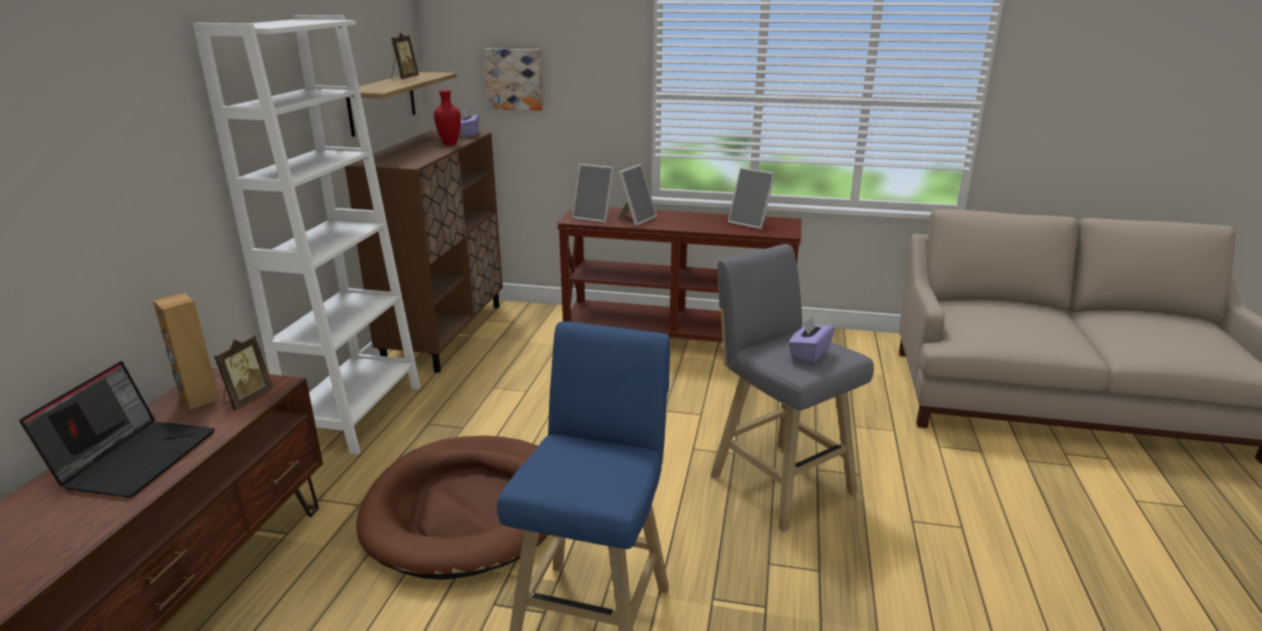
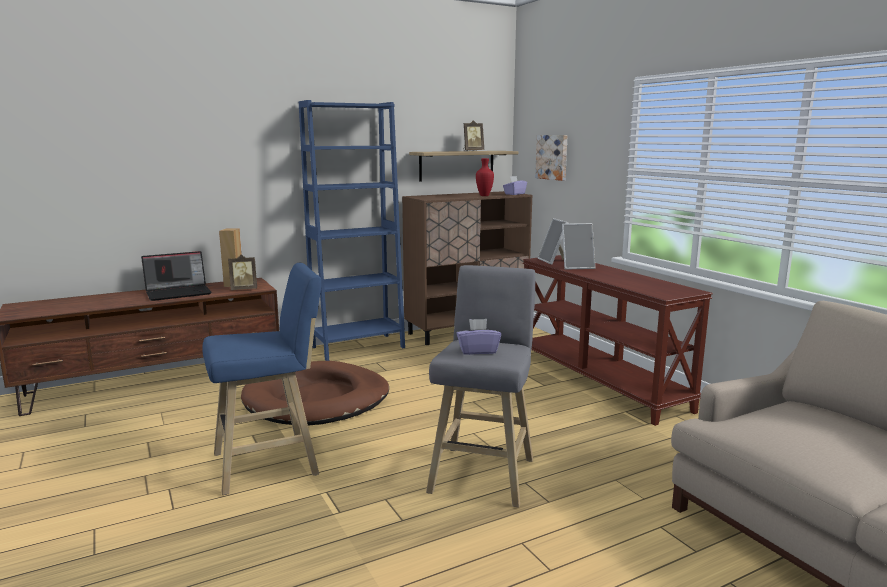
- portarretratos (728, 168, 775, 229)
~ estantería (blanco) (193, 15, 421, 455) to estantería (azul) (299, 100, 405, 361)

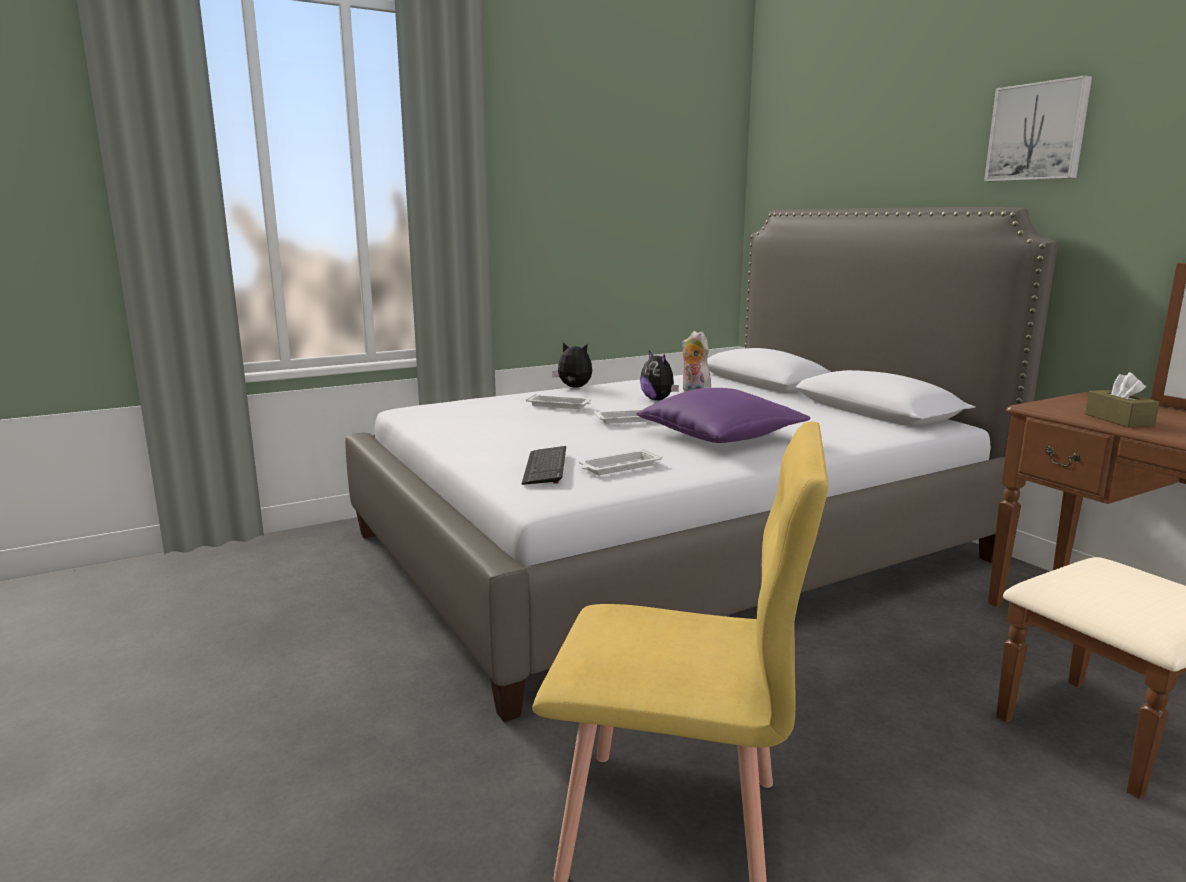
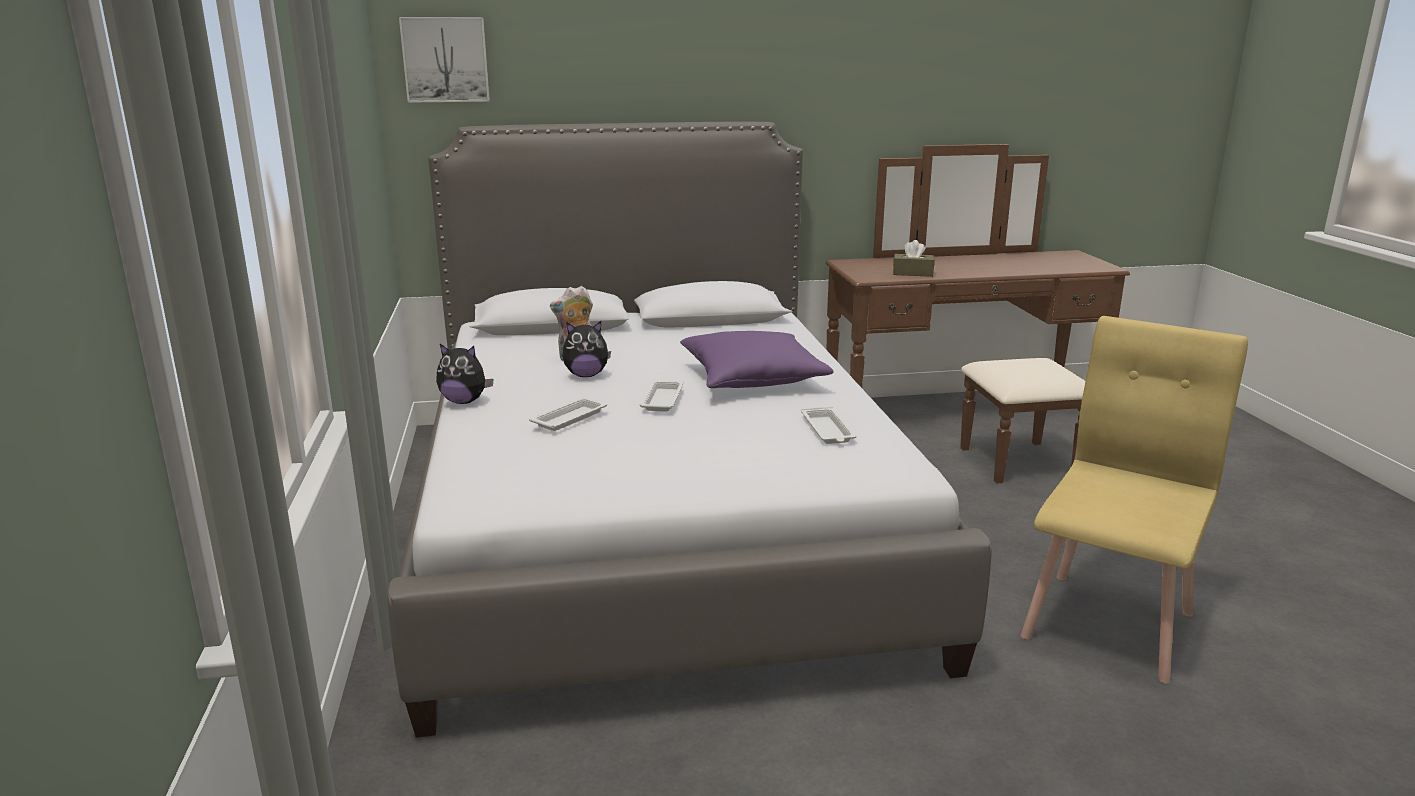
- teclado (521, 446, 566, 485)
~ cuadro (984, 75, 1092, 182) to (399, 17, 490, 103)
~ peluche (552, 342, 592, 387) = (436, 344, 494, 404) 120 degrees counterclockwise

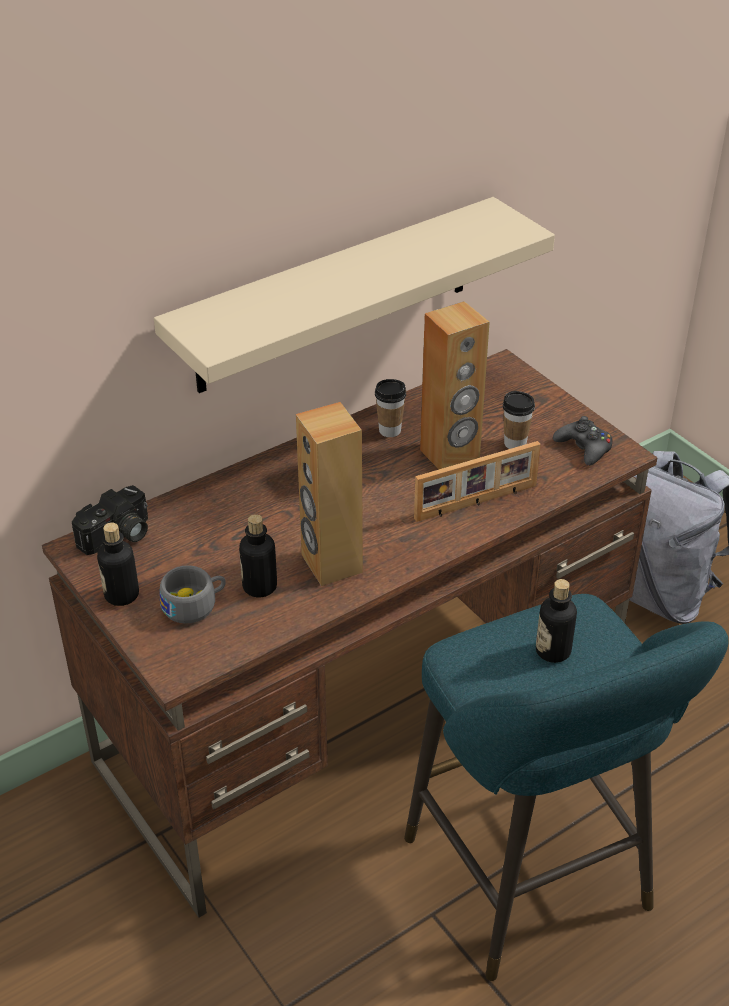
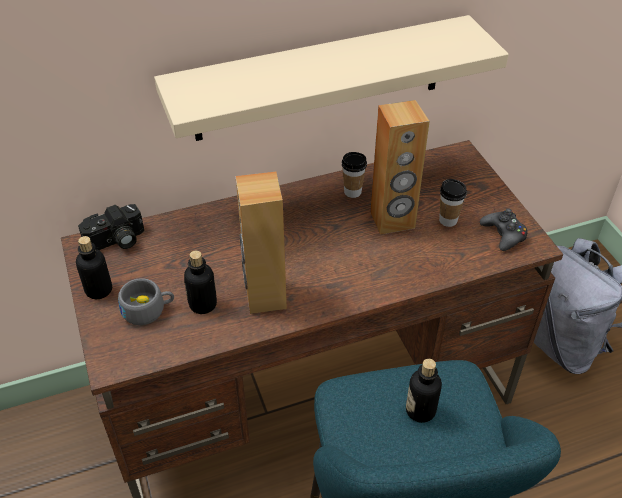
- portarretratos (414, 441, 541, 522)

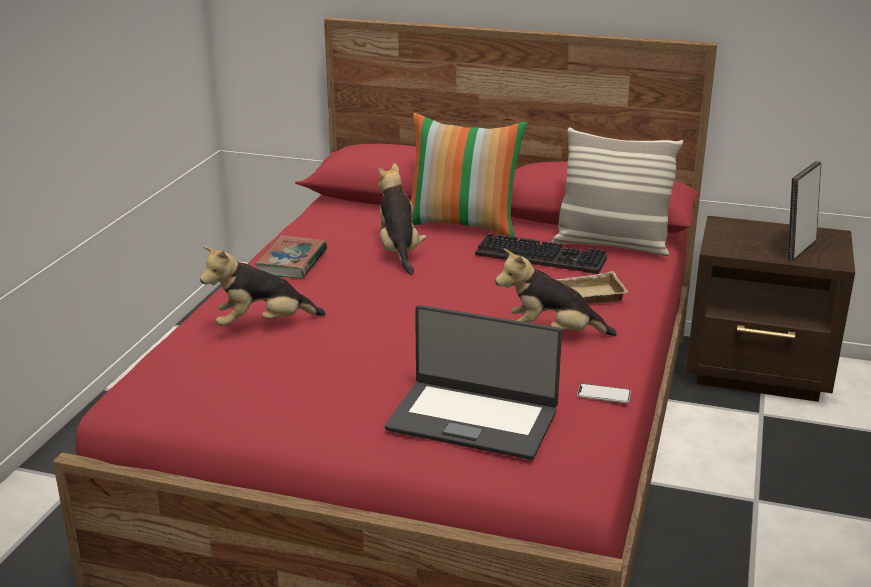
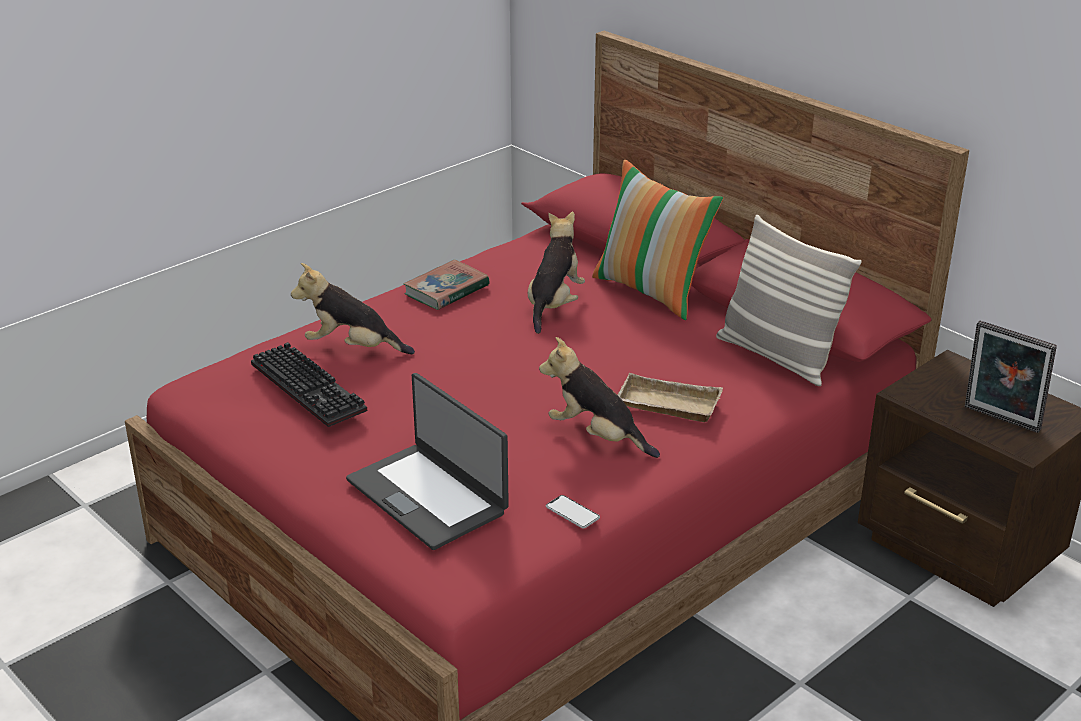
~ teclado (475, 233, 607, 274) to (251, 342, 367, 427)
~ portarretratos (788, 161, 821, 261) = (965, 321, 1057, 433) 120 degrees counterclockwise

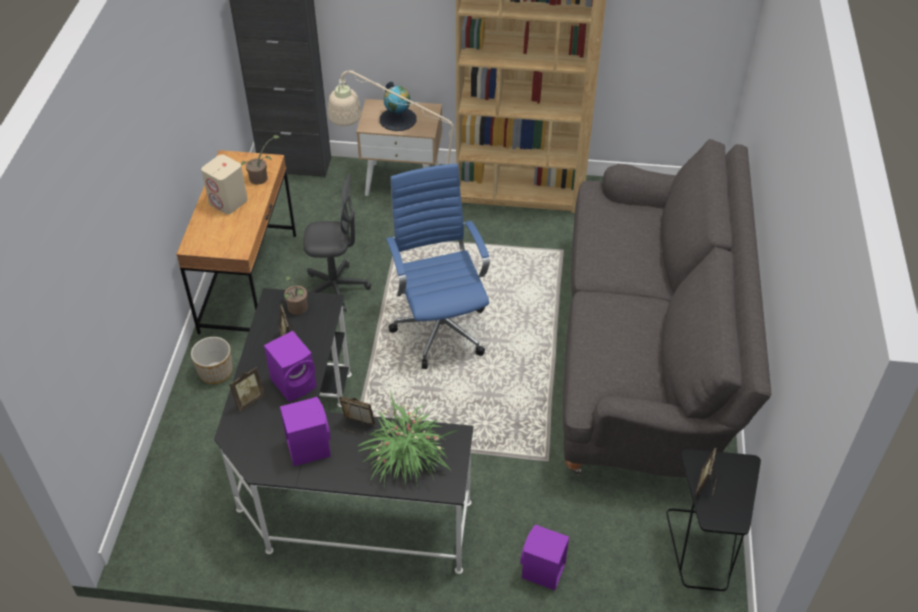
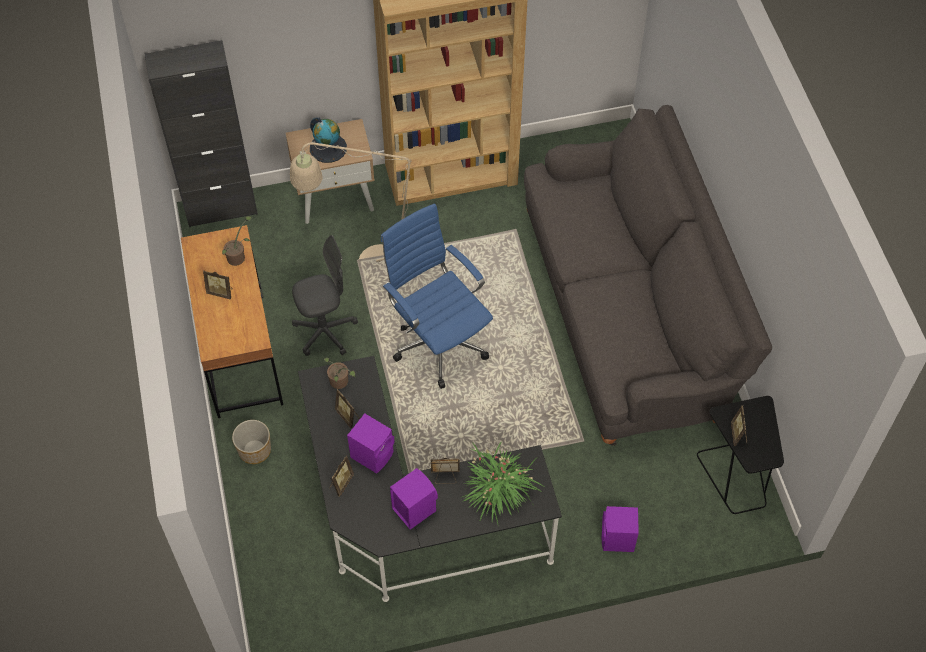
~ altavoz (beis) (201, 154, 248, 214) to portarretratos (203, 271, 232, 300)

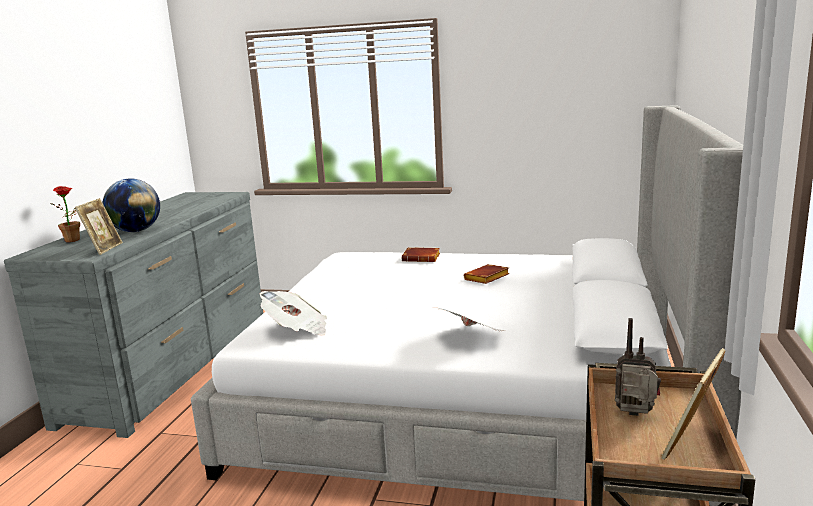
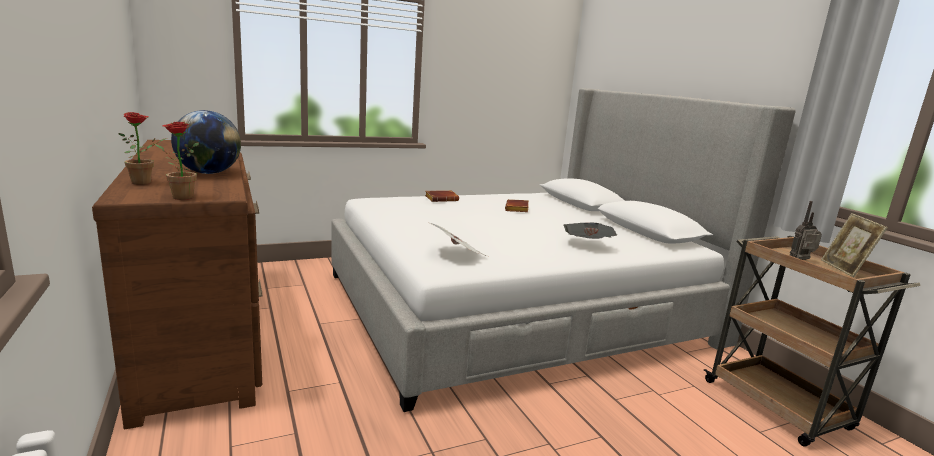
- portarretratos (75, 198, 123, 255)
+ planta en maceta (155, 122, 199, 200)
~ cómoda (gris) (4, 192, 263, 438) to cómoda (marrón) (92, 140, 262, 429)

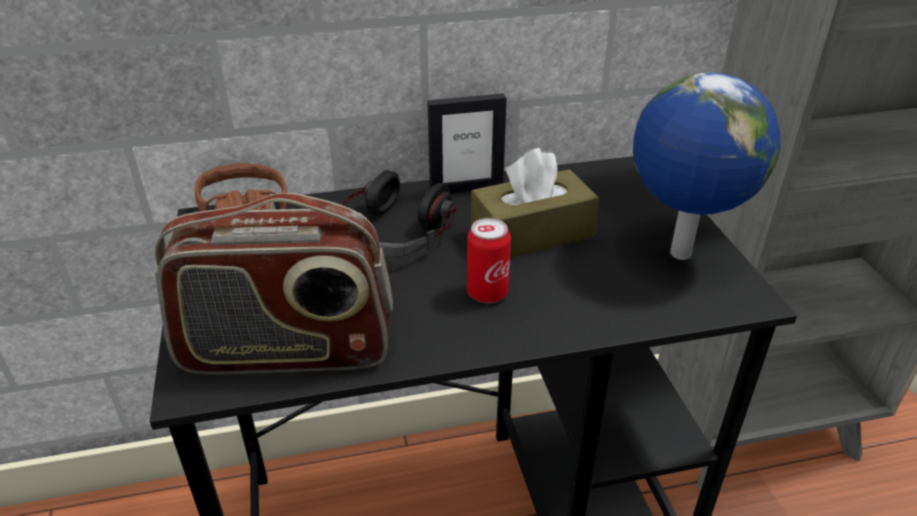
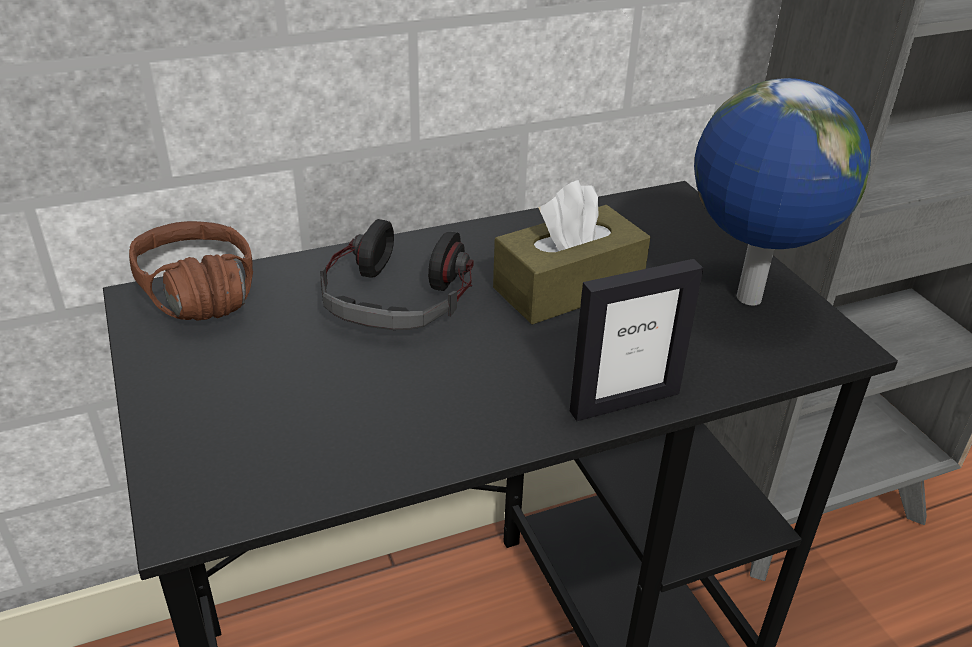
- radio (155, 193, 393, 375)
- lata (467, 218, 511, 303)
~ portarretratos (427, 93, 507, 194) to (570, 259, 703, 421)

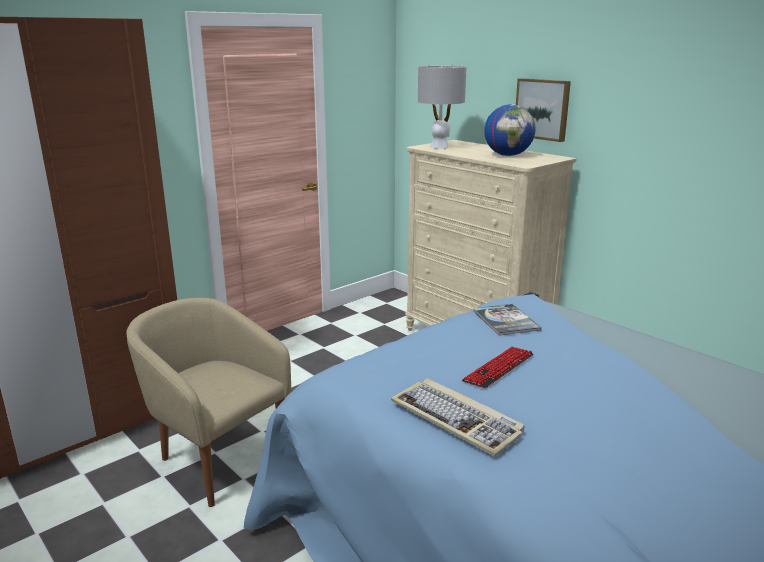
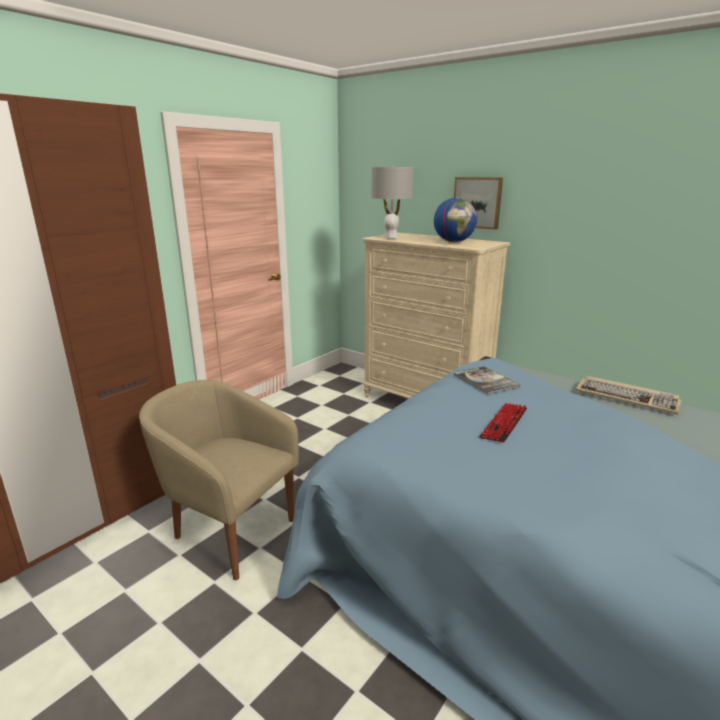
~ teclado (391, 378, 525, 456) to (576, 376, 681, 415)

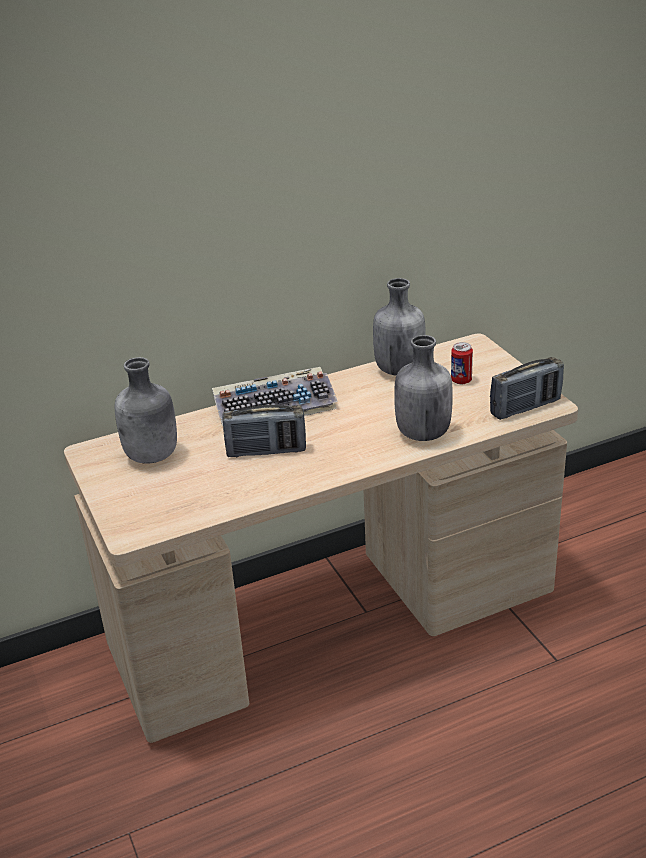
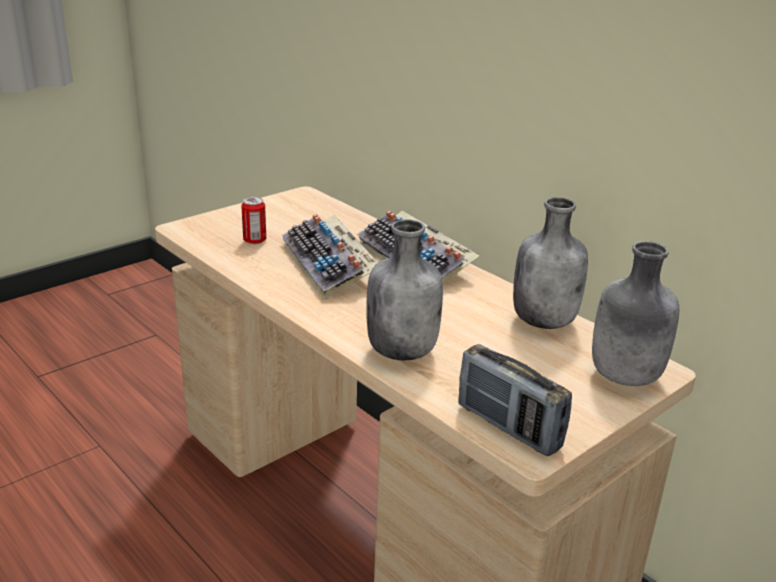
~ botella (gris) (115, 357, 177, 464) to (592, 241, 680, 386)
~ lata (451, 342, 473, 384) to (241, 197, 266, 244)
~ radio (222, 405, 306, 457) to teclado (282, 214, 378, 299)

